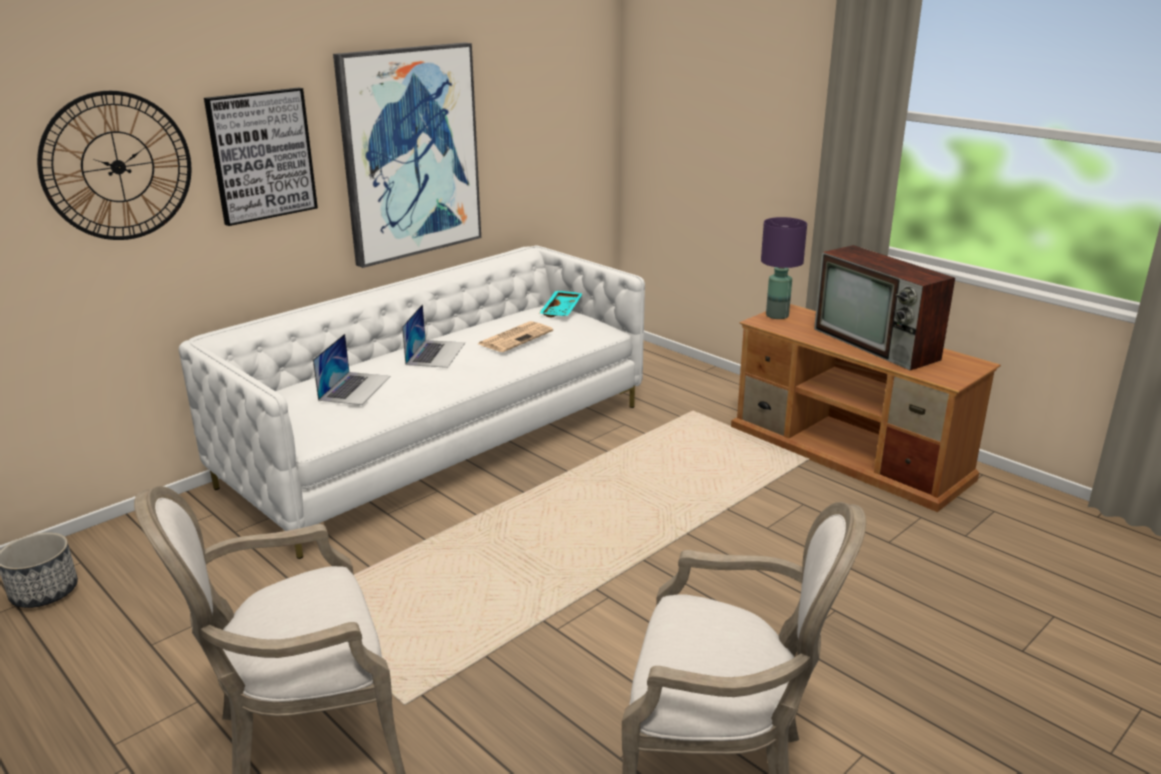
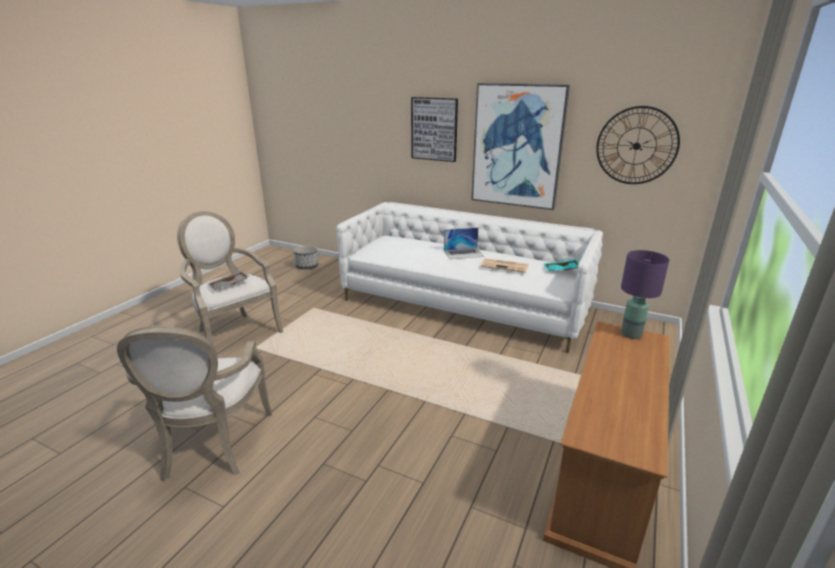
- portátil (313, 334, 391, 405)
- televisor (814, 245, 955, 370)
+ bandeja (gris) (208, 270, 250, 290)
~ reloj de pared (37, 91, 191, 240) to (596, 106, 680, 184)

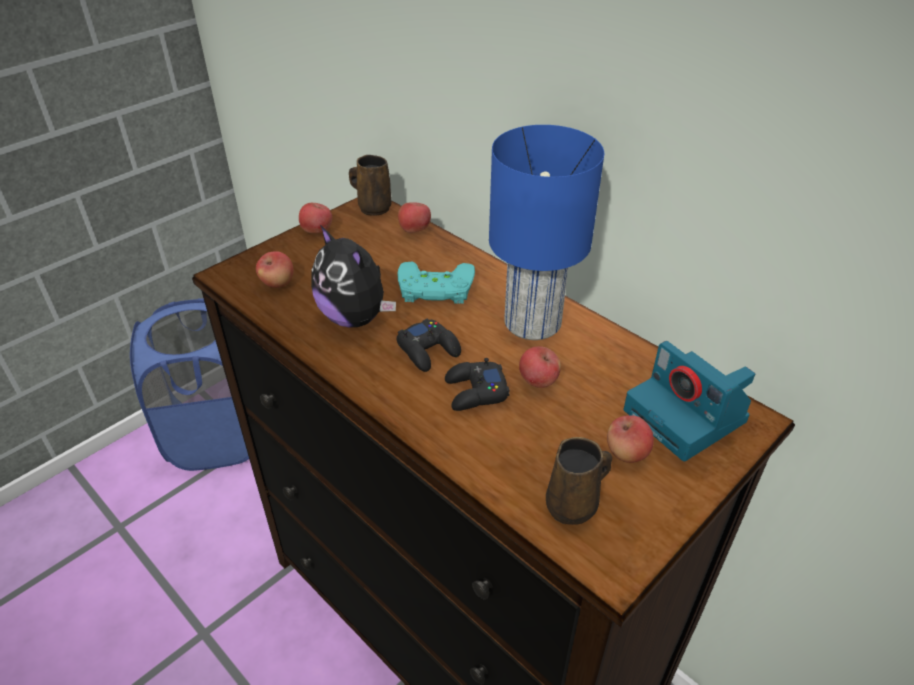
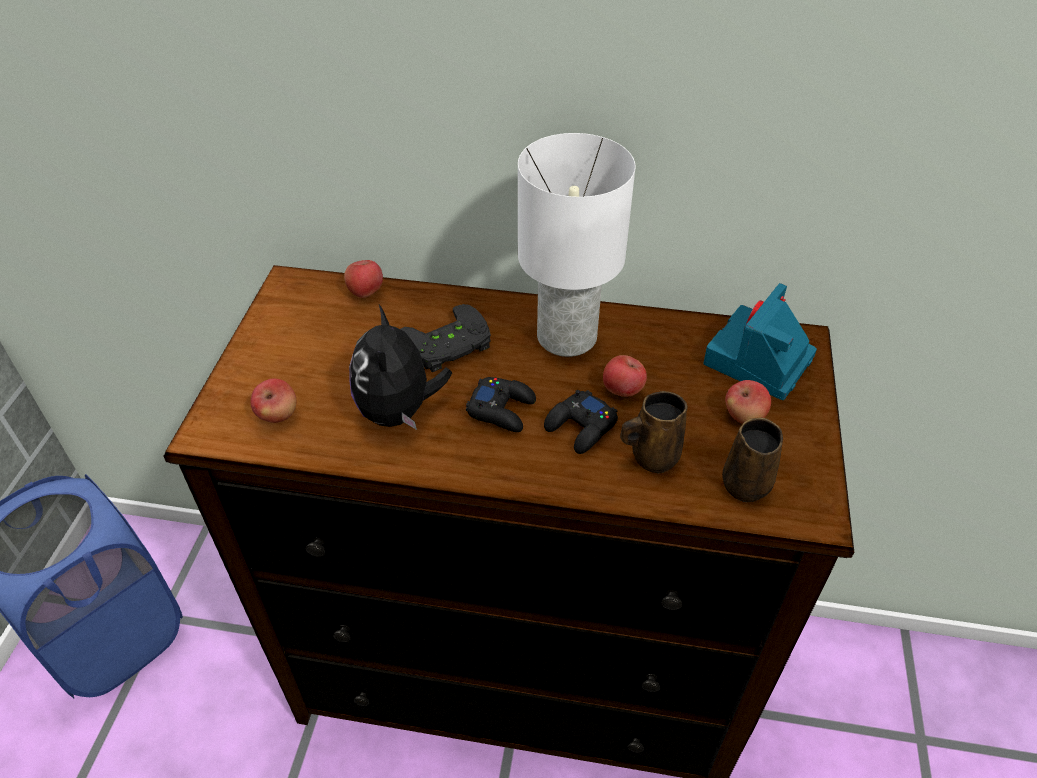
- manzana (299, 203, 332, 233)
~ taza grande (marrón) (349, 155, 392, 216) to (620, 391, 687, 474)
~ mando de consola (turquesa) (398, 262, 475, 304) to mando de consola (negro) (400, 304, 491, 372)
~ lámpara de mesa (azul) (489, 125, 604, 340) to lámpara de mesa (blanco) (518, 133, 635, 357)
~ peluche (311, 225, 396, 328) = (349, 305, 452, 430) 75 degrees clockwise
~ cámara (624, 341, 755, 461) = (703, 283, 817, 400) 105 degrees clockwise

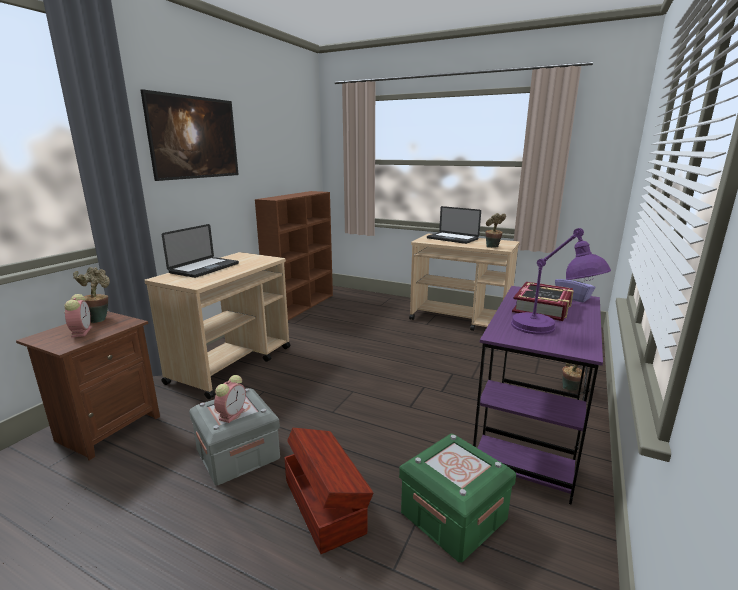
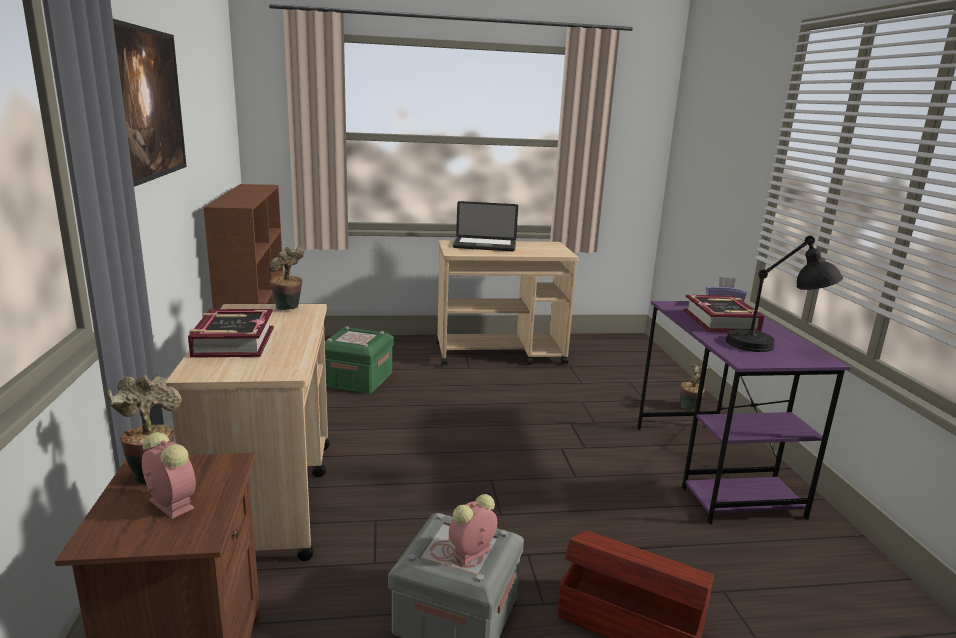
~ caja de almacenaje (verde) (399, 434, 516, 562) to (325, 326, 394, 394)
~ planta en maceta (486, 213, 506, 248) to (268, 246, 304, 310)
~ portátil (162, 224, 239, 278) to libro (188, 309, 274, 358)
~ lámpara de mesa (morado) (511, 228, 611, 335) to lámpara de mesa (negro) (726, 236, 843, 352)
~ despertador (214, 375, 246, 423) = (449, 494, 497, 565) 120 degrees counterclockwise

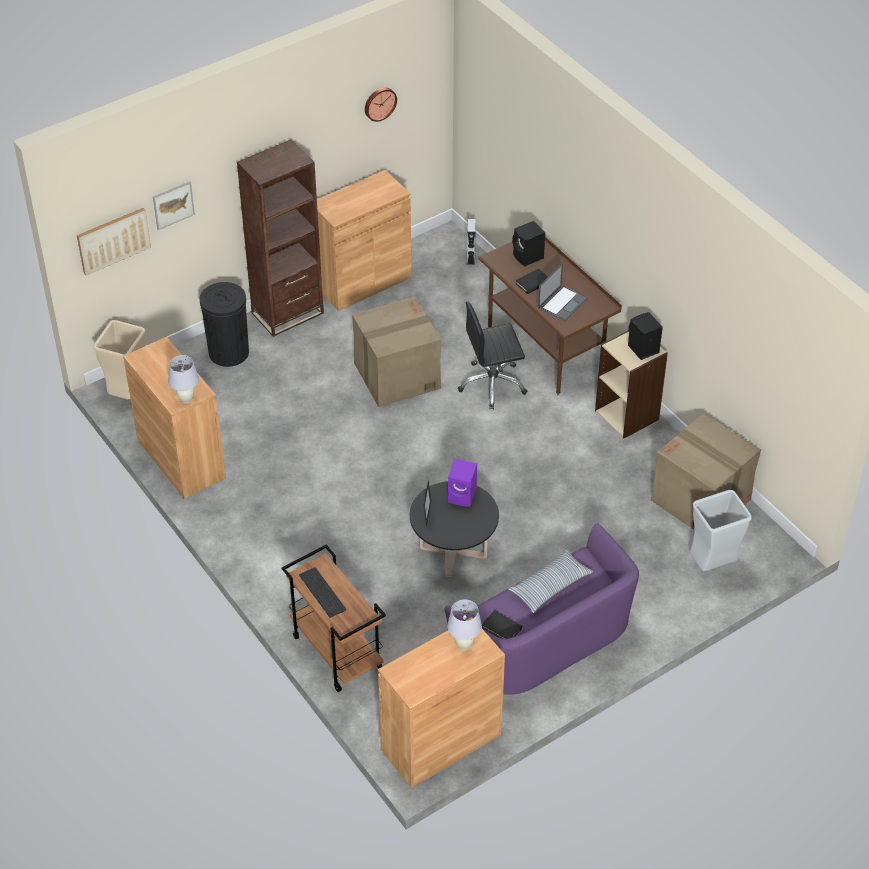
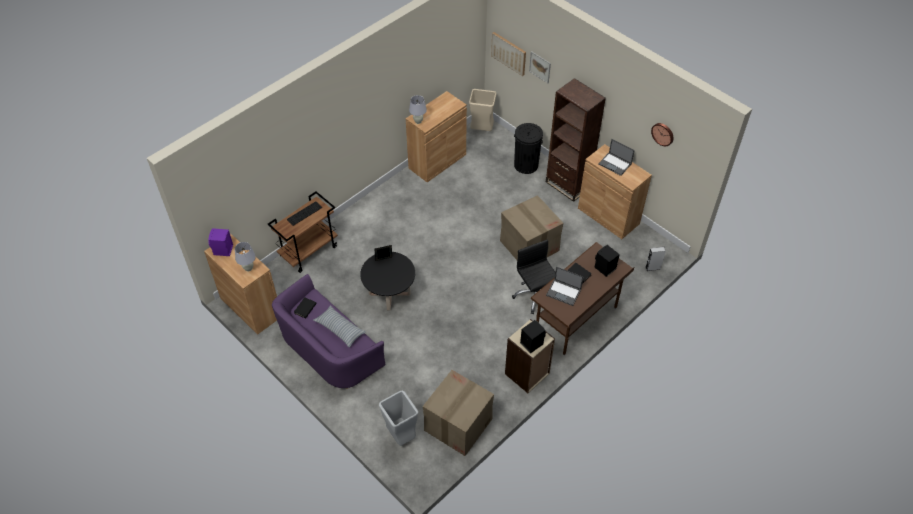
+ portátil (598, 139, 635, 176)
~ altavoz (morado) (448, 459, 477, 507) to (209, 228, 233, 256)

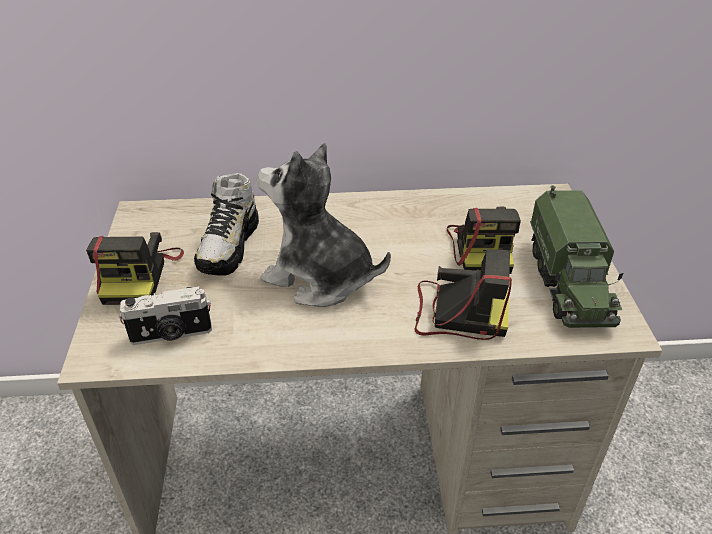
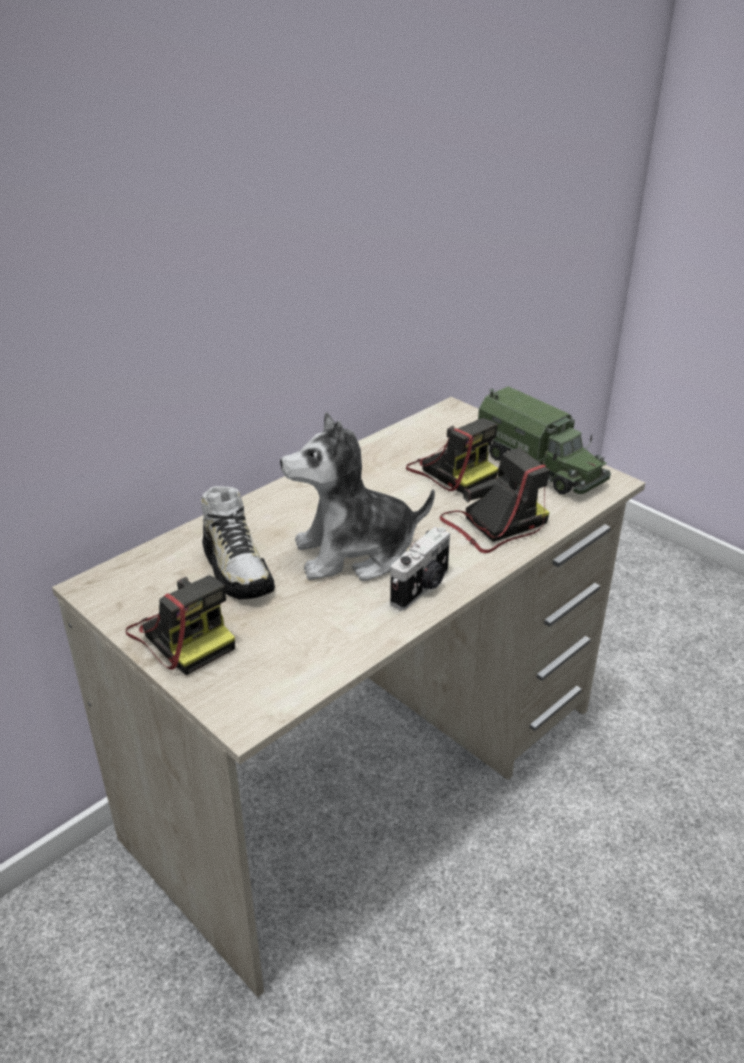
~ cámara (119, 286, 212, 345) to (390, 527, 450, 611)

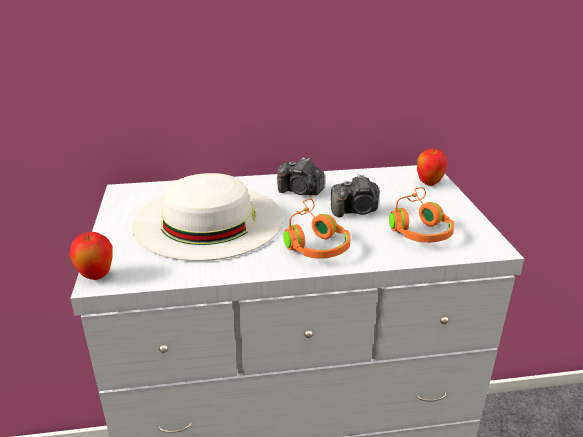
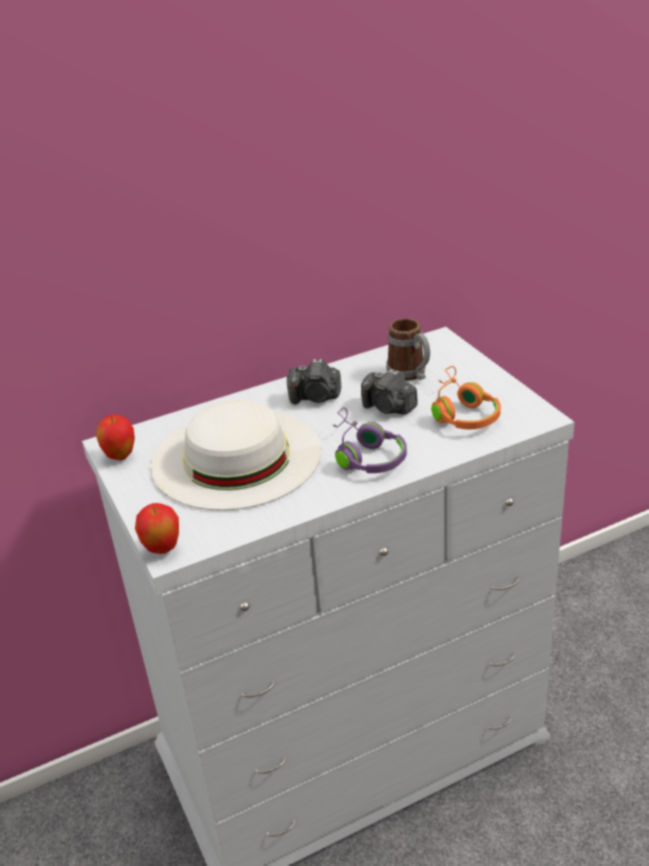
+ taza grande (386, 318, 430, 381)
~ manzana (417, 148, 447, 186) to (96, 414, 135, 460)
~ auriculares (naranja) (283, 199, 351, 259) to auriculares (morado) (332, 407, 407, 473)
~ cámara (331, 174, 379, 217) = (361, 369, 418, 414) 60 degrees clockwise

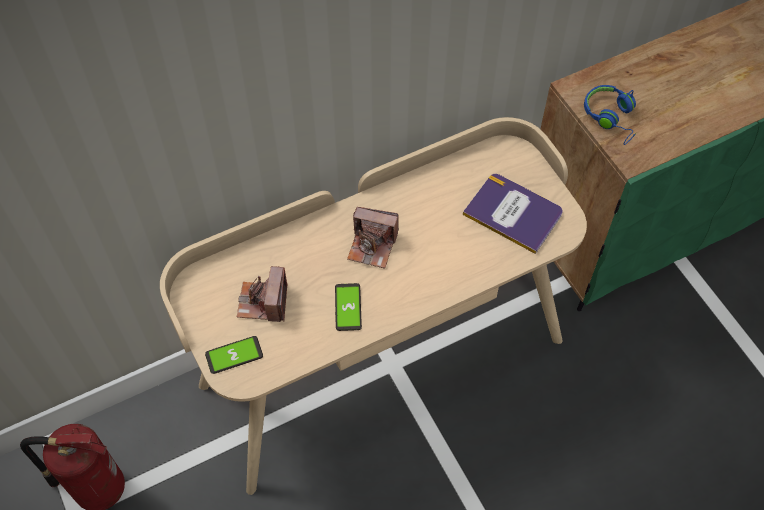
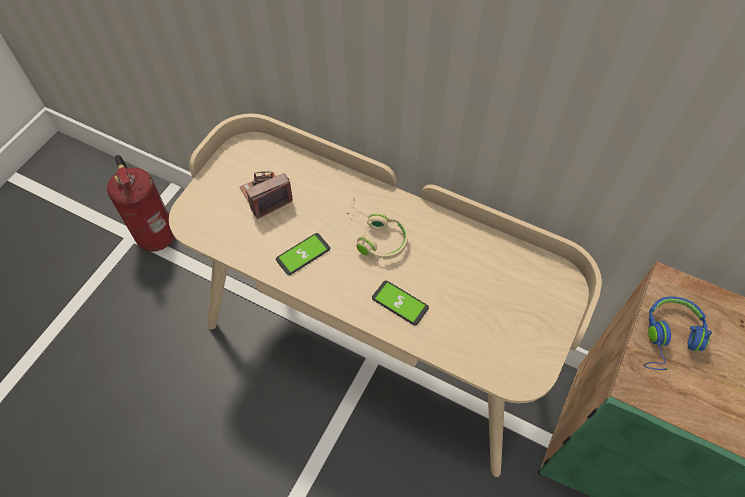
- libro (463, 174, 563, 254)
~ móvil (205, 336, 263, 374) to (372, 281, 429, 325)
~ cámara (347, 207, 399, 268) to auriculares (beis) (347, 198, 408, 260)

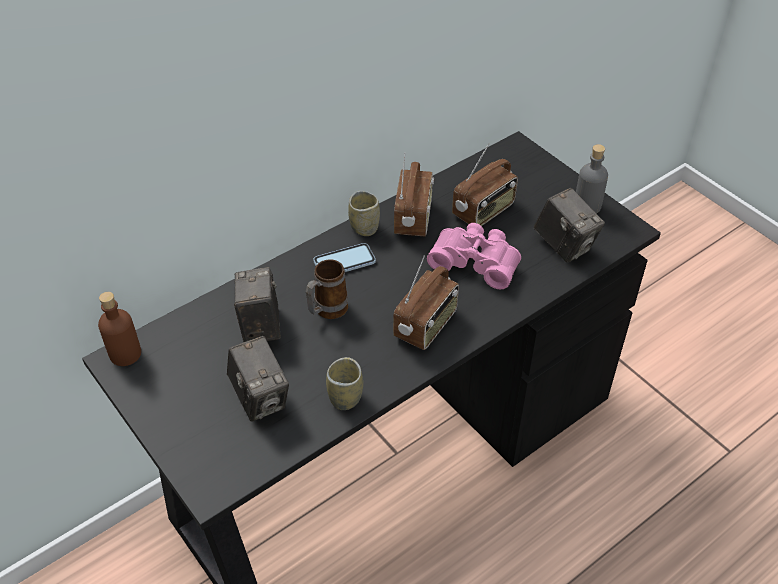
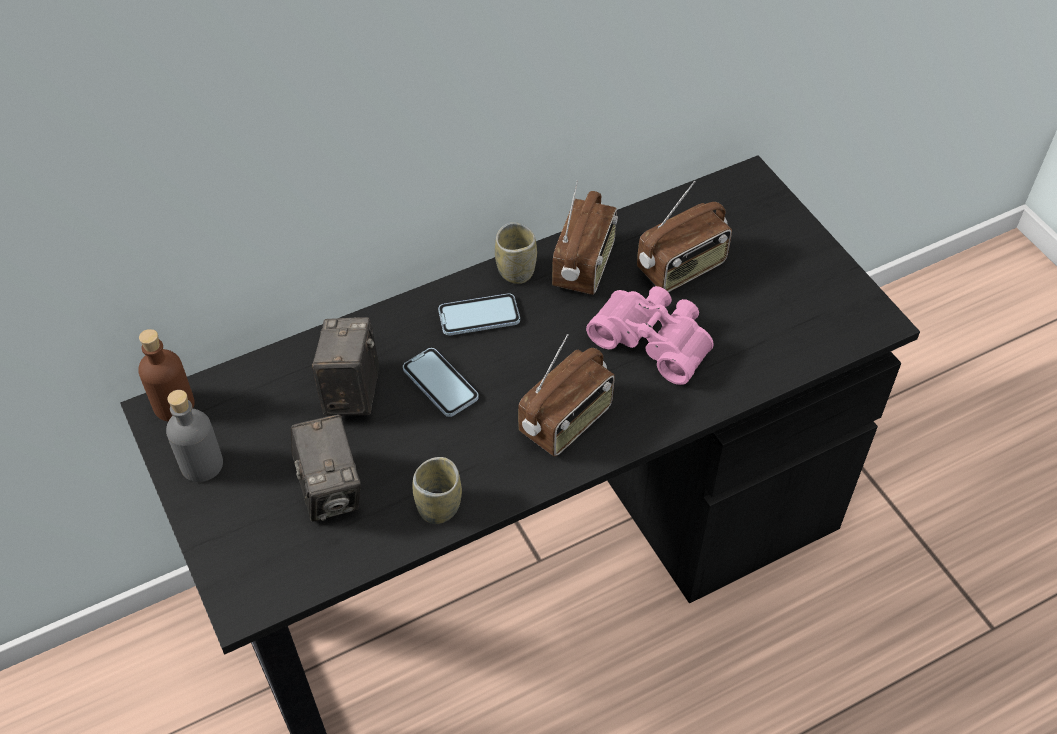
- cámara (534, 188, 605, 263)
~ botella (gris) (576, 144, 608, 213) to (166, 390, 223, 482)
~ taza grande (306, 259, 348, 319) to móvil (403, 348, 479, 417)

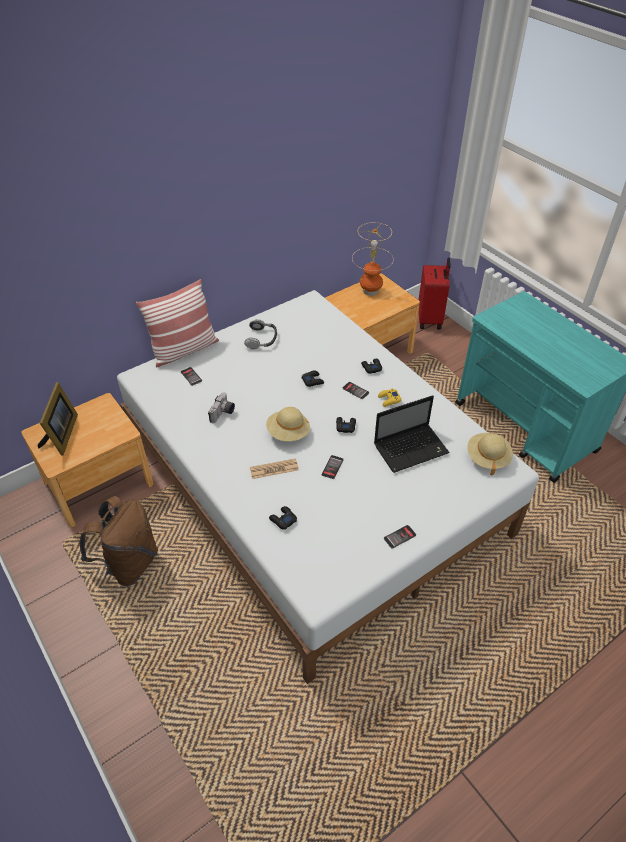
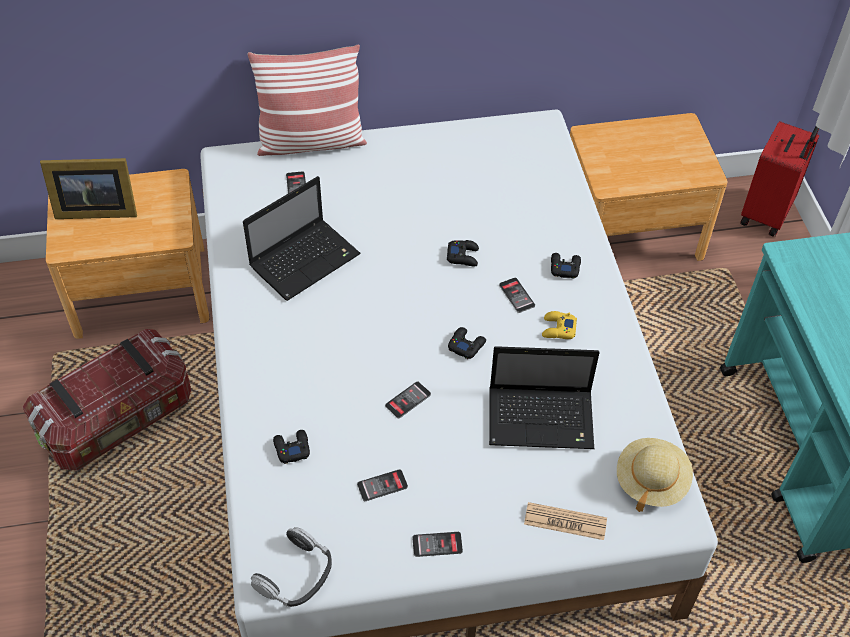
- sombrero (beis) (266, 407, 310, 441)
- lámpara de mesa (352, 222, 394, 296)
+ móvil (357, 469, 408, 501)
~ auriculares (244, 319, 277, 349) to (251, 527, 332, 607)
~ periódico (250, 458, 299, 479) to (524, 502, 607, 540)
~ mochila (marrón) (80, 496, 158, 586) to caja de almacenaje (23, 329, 191, 471)
~ cámara (208, 392, 235, 423) to portátil (243, 176, 361, 301)
~ portarretratos (38, 382, 78, 456) = (40, 158, 137, 219) 60 degrees clockwise

